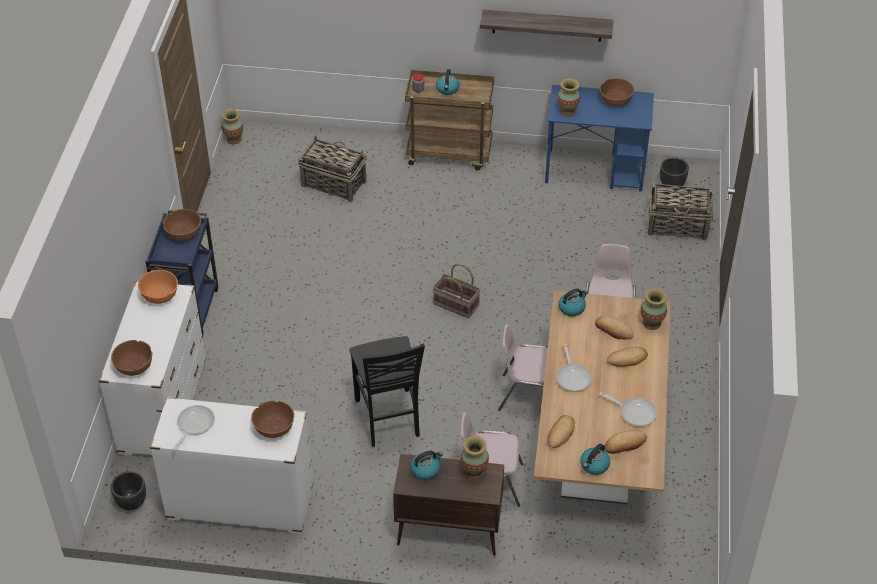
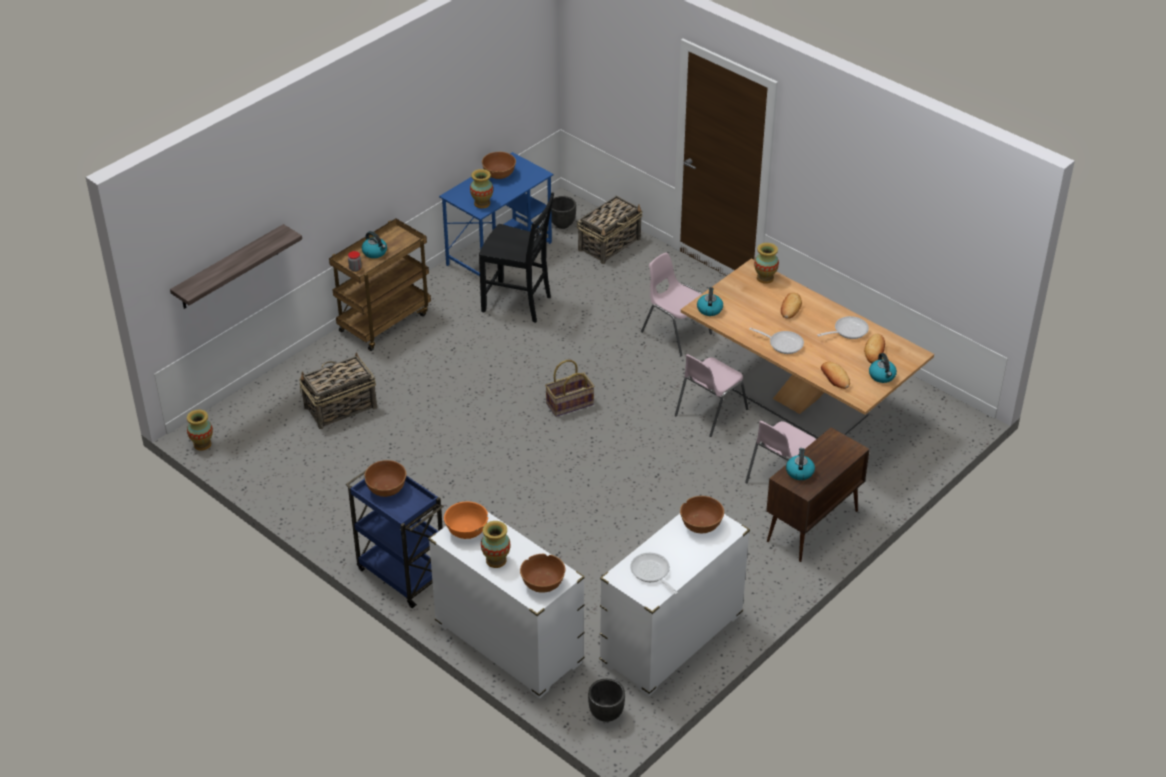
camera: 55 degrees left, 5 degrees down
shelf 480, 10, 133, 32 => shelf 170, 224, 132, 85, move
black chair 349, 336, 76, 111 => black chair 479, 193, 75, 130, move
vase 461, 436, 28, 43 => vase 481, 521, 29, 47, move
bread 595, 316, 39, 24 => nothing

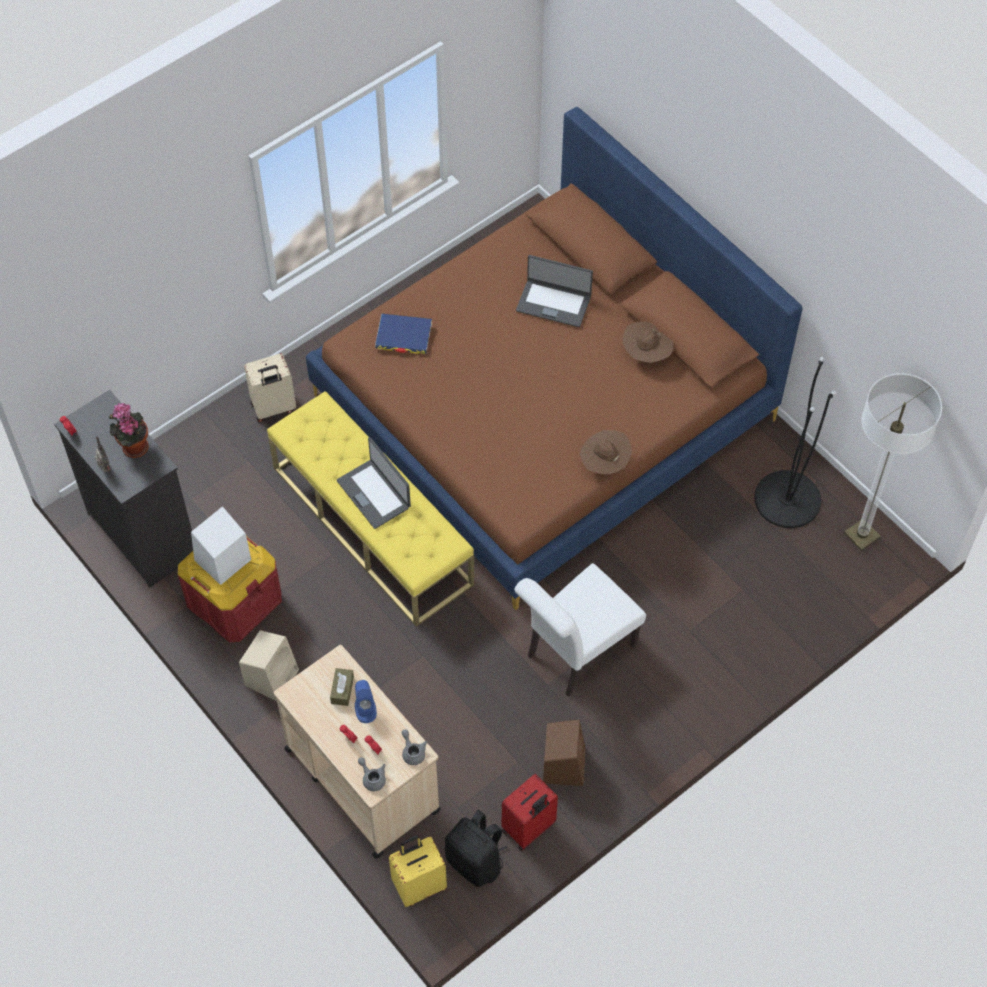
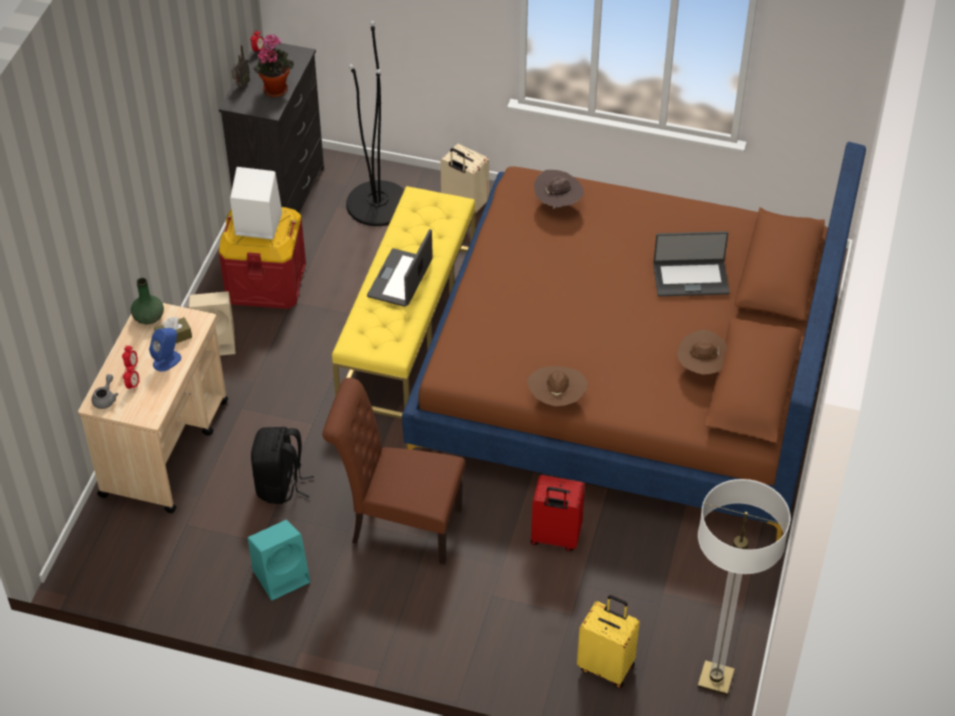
camera: 55 degrees right, 10 degrees down
nothing => green vase 131, 278, 33, 46
brown speaker 543, 720, 42, 66 => turquoise speaker 248, 520, 62, 81
black backpack 444, 810, 63, 77 => black backpack 251, 427, 63, 77, move
white chair 515, 563, 131, 134 => brown chair 322, 378, 143, 187
black floor lamp 754, 357, 83, 171 => black floor lamp 346, 21, 58, 205, move
red suitcase 502, 774, 56, 77 => red suitcase 530, 475, 55, 76, move
blue book 375, 313, 57, 41 => brown hat 534, 170, 50, 39
yellow suitcase 389, 835, 58, 72 => yellow suitcase 577, 595, 63, 93, move
laptop 516, 255, 77, 72 => laptop 653, 231, 77, 65, 75 degrees counterclockwise
grey teapot 402, 729, 25, 36 => nothing

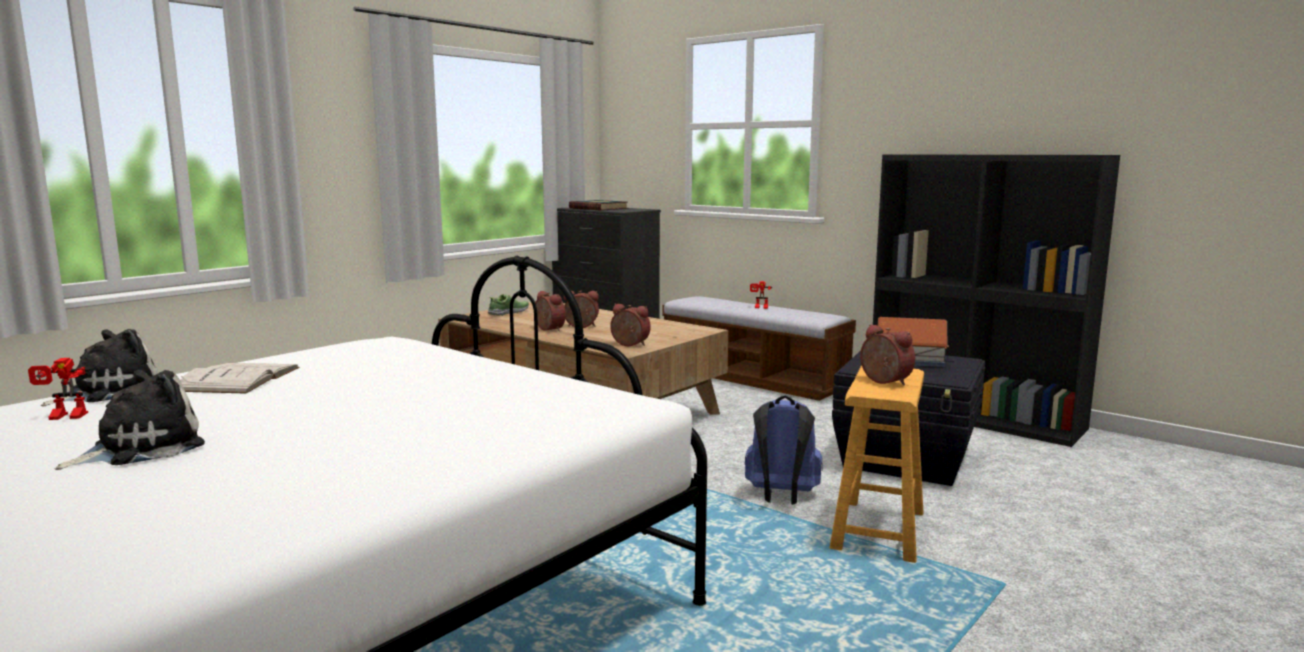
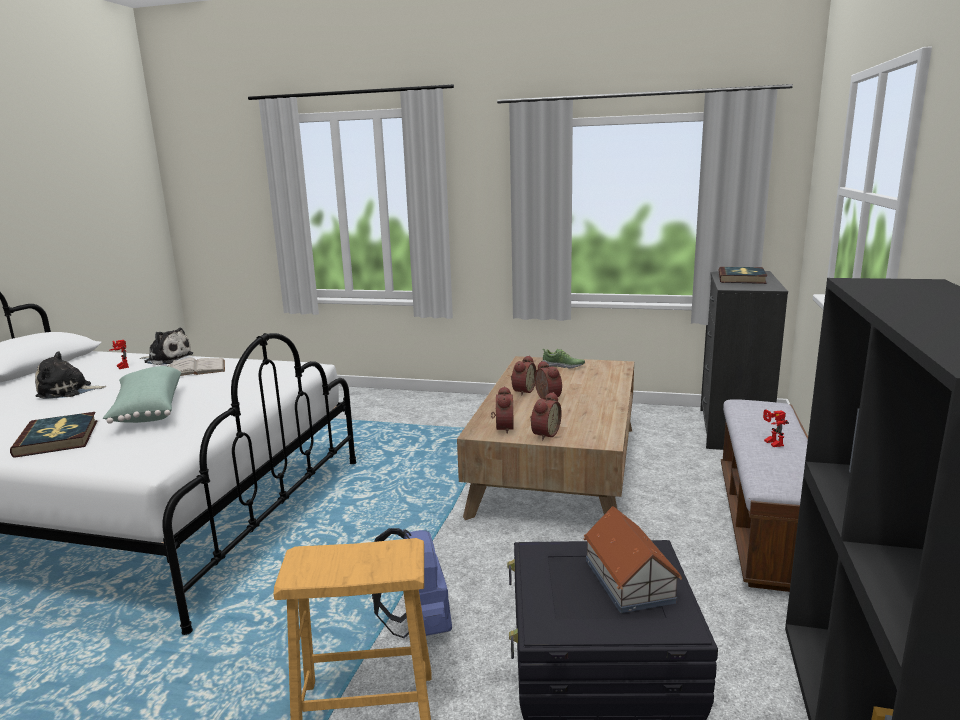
camera: 65 degrees right, 5 degrees up
nothing => book 10, 412, 87, 46
plush toy 54, 370, 151, 100 => plush toy 35, 351, 71, 48, 150 degrees clockwise
nothing => green pillow 103, 366, 78, 58
alarm clock 860, 324, 55, 62 => alarm clock 530, 392, 32, 49, move

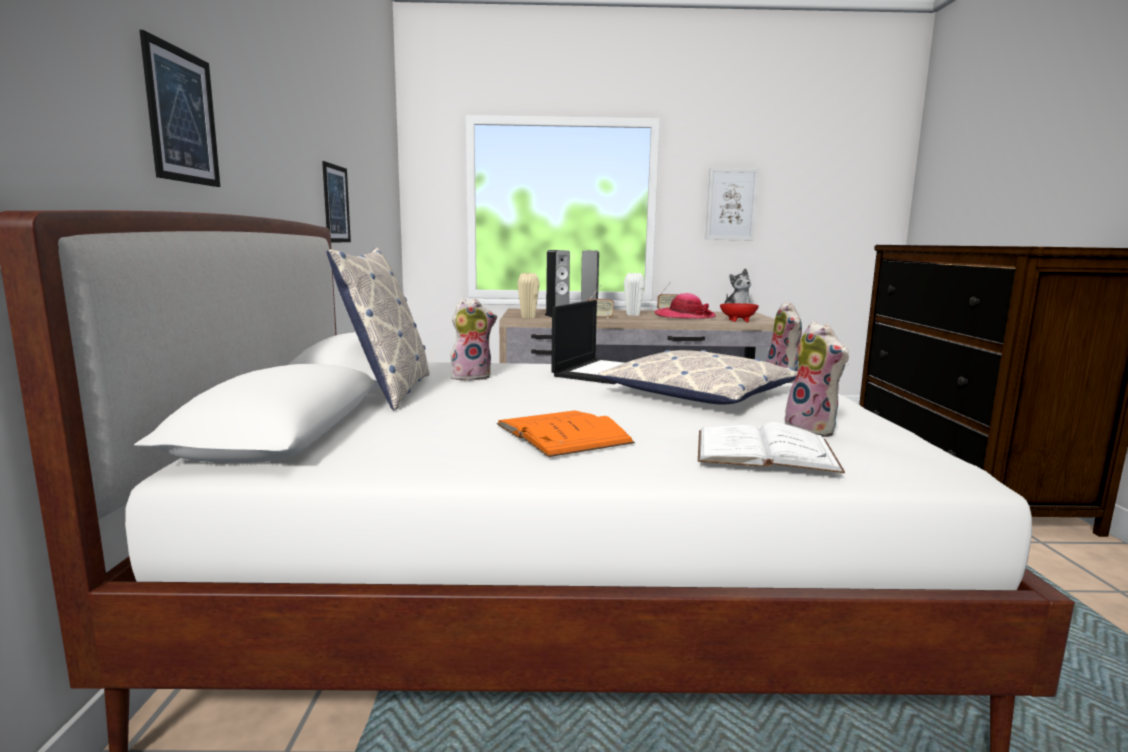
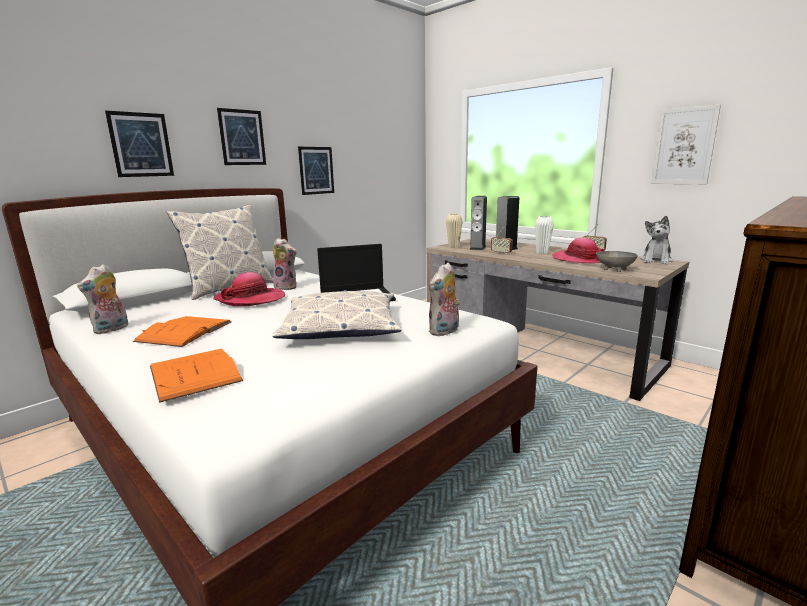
camera: 45 degrees right, 5 degrees up
plush toy 783, 321, 66, 116 => plush toy 77, 264, 51, 70, move
white book 698, 422, 147, 51 => orange book 150, 349, 93, 54
nothing => hat 213, 272, 72, 34
nothing => picture 217, 108, 49, 57
red bowl 720, 303, 39, 19 => grey bowl 596, 251, 42, 21

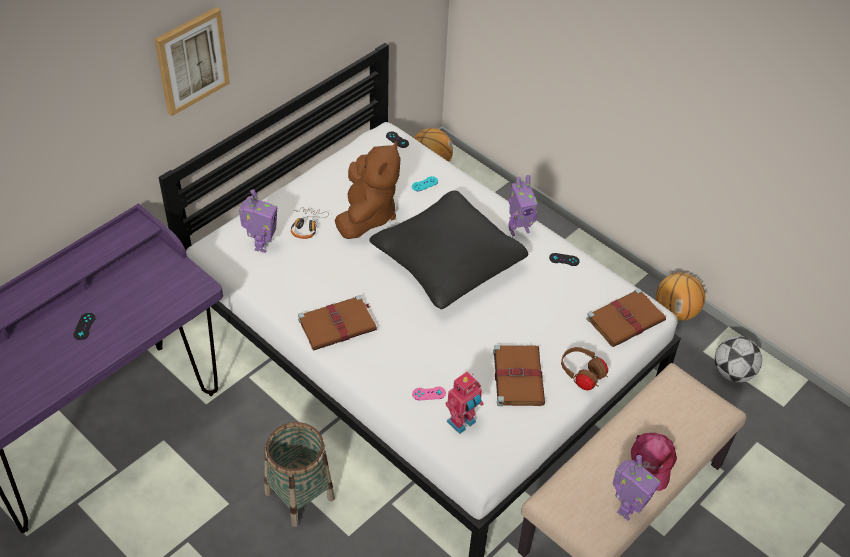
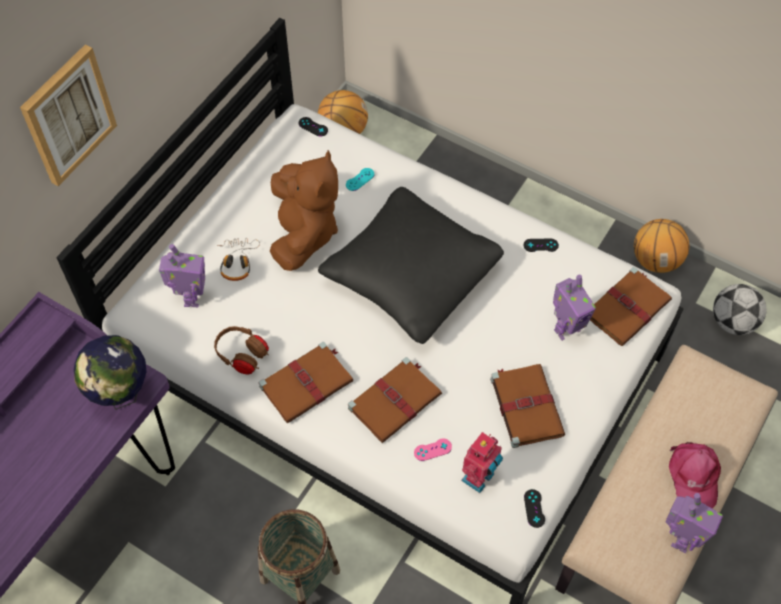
camera: 10 degrees left, 10 degrees up
nothing => globe 74, 335, 73, 75
brown headphones 561, 347, 47, 44 => brown headphones 214, 326, 55, 48, move
nothing => brown book 348, 357, 94, 86
black game controller 73, 313, 22, 27 => black game controller 524, 489, 21, 39, move
toy robot 508, 175, 29, 61 => toy robot 553, 275, 43, 65, move

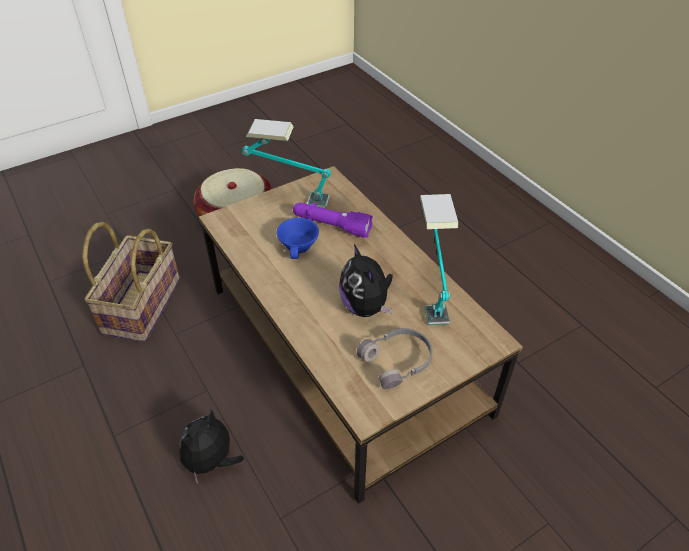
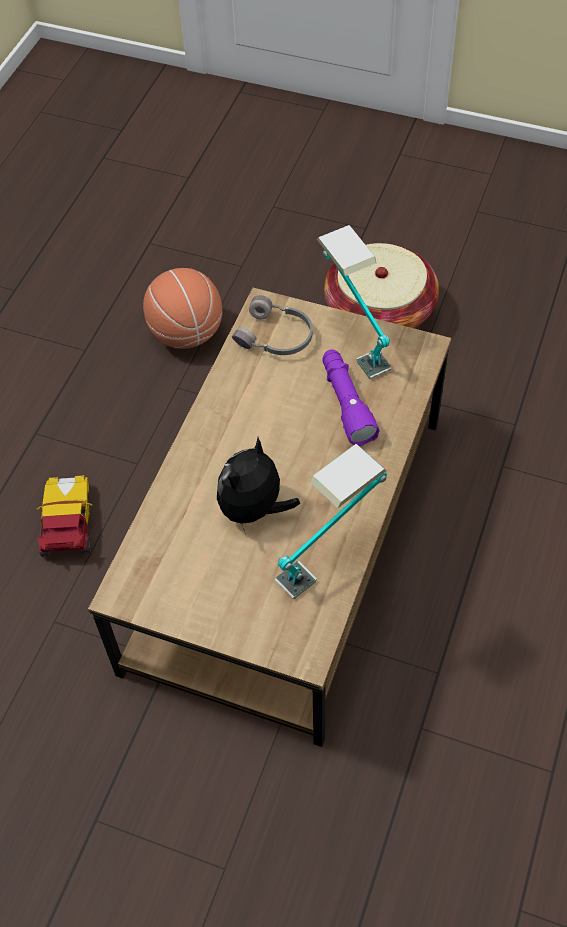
camera: 55 degrees right, 10 degrees up
plush toy 179, 409, 65, 74 => toy car 37, 475, 56, 81
basket 82, 222, 98, 120 => basketball 143, 268, 79, 81
grey headphones 357, 328, 76, 61 => grey headphones 232, 295, 81, 60, move
blue cup 276, 218, 43, 41 => nothing

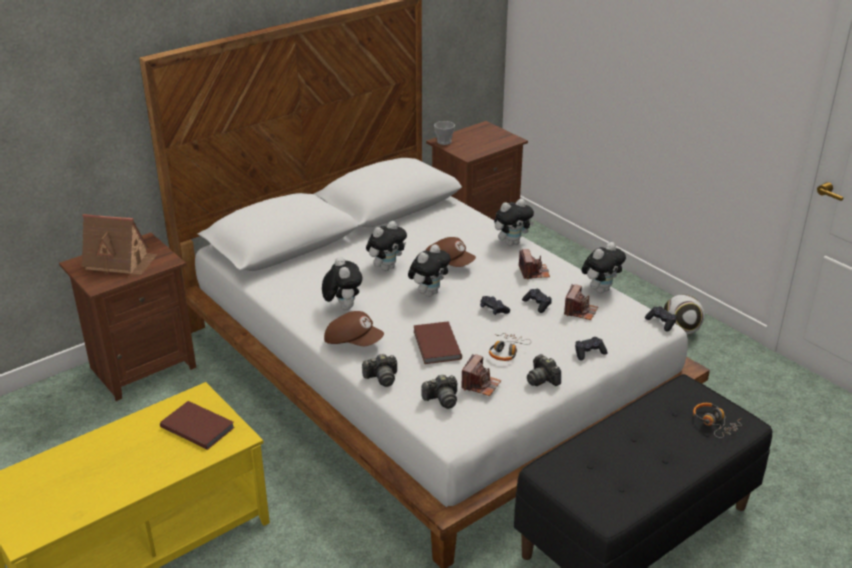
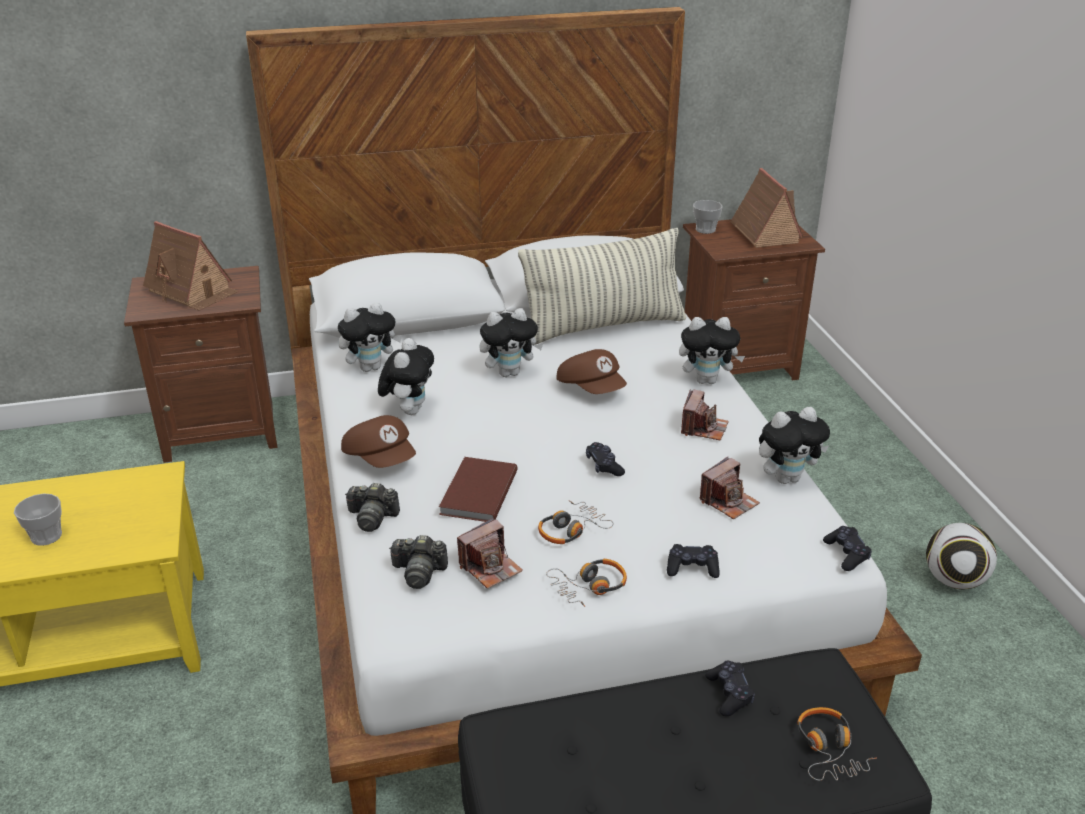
camera: 25 degrees right, 0 degrees up
nothing => cup 14, 494, 48, 52
plush toy 408, 244, 43, 53 => plush toy 338, 302, 64, 70, move
nothing => pillow 518, 228, 168, 117
photo camera 527, 354, 34, 32 => headphones 546, 559, 81, 48
black game controller 522, 289, 30, 24 => black game controller 705, 661, 50, 55, move
nothing => toy house 730, 168, 73, 80
brown book 160, 401, 75, 49 => nothing

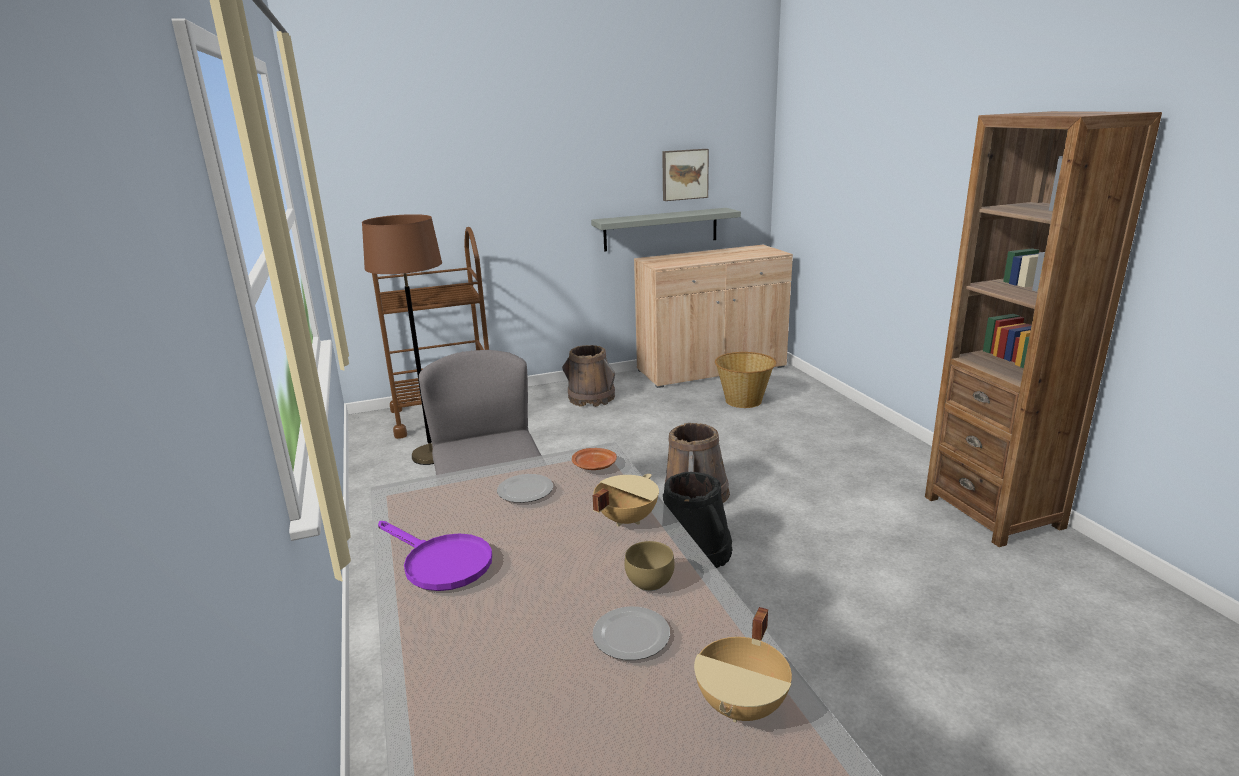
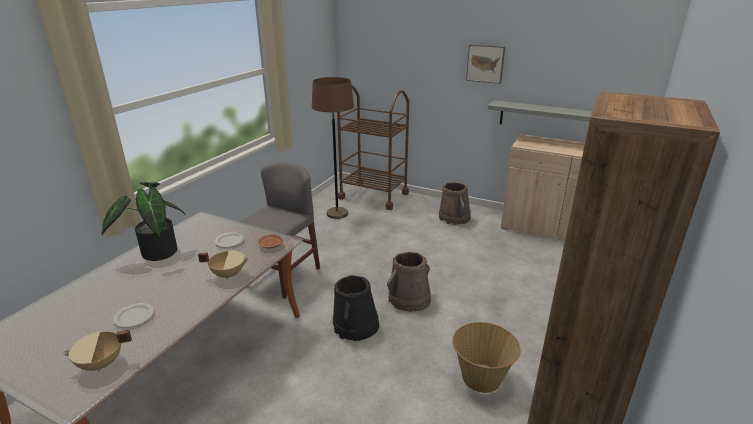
camera: 45 degrees right, 5 degrees up
purple frying pan 378, 521, 114, 70 => potted plant 102, 182, 84, 79
basket 715, 352, 61, 56 => basket 452, 322, 69, 71, move
picture 662, 149, 47, 52 => picture 466, 44, 39, 40, move
brown bowl 624, 541, 51, 50 => nothing

